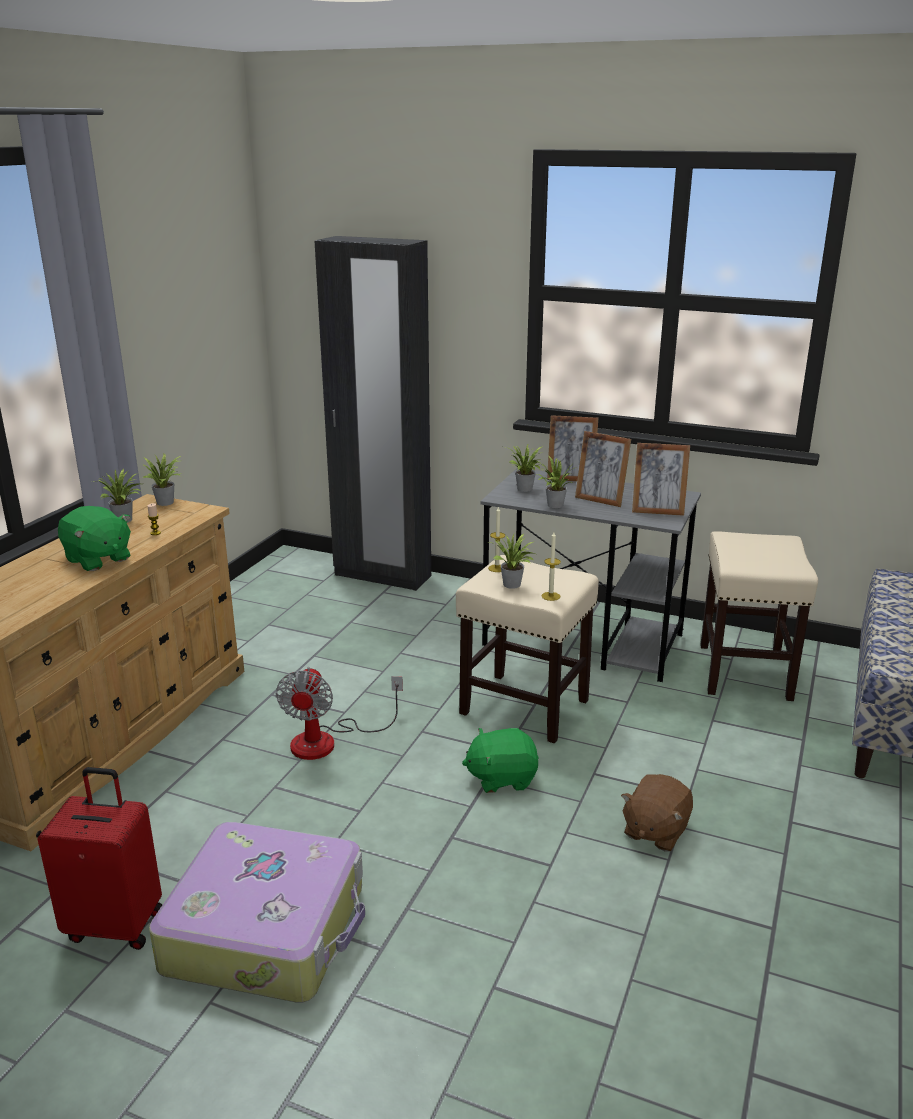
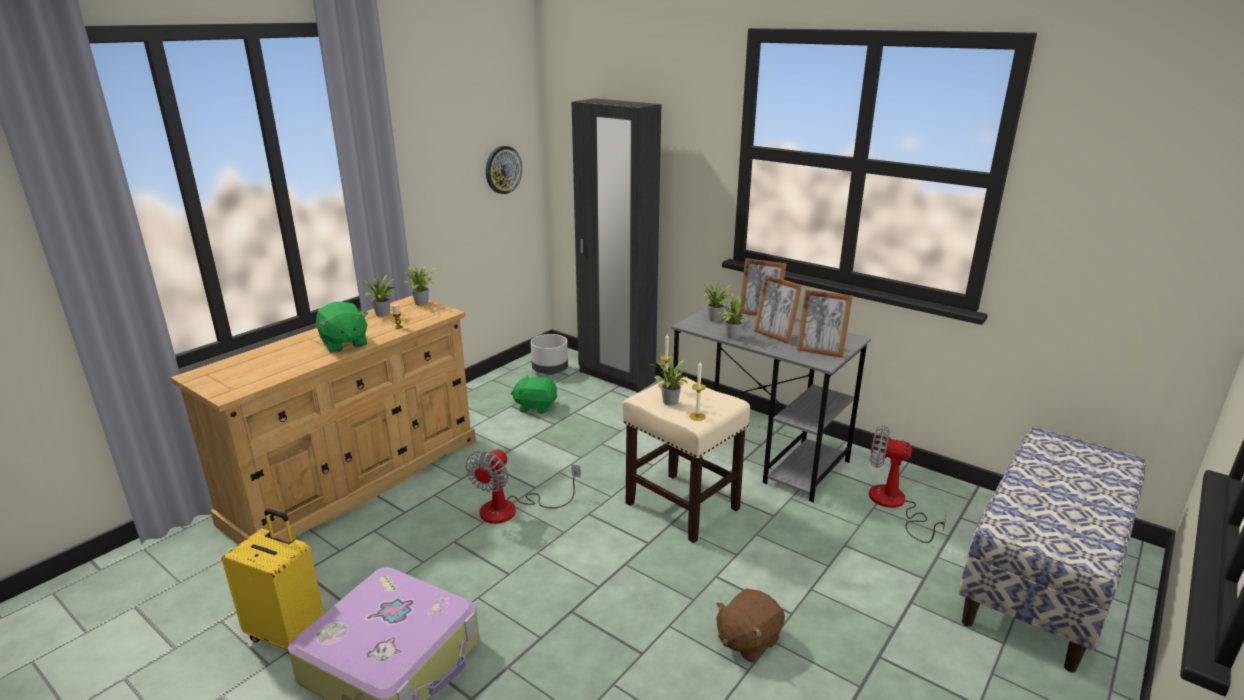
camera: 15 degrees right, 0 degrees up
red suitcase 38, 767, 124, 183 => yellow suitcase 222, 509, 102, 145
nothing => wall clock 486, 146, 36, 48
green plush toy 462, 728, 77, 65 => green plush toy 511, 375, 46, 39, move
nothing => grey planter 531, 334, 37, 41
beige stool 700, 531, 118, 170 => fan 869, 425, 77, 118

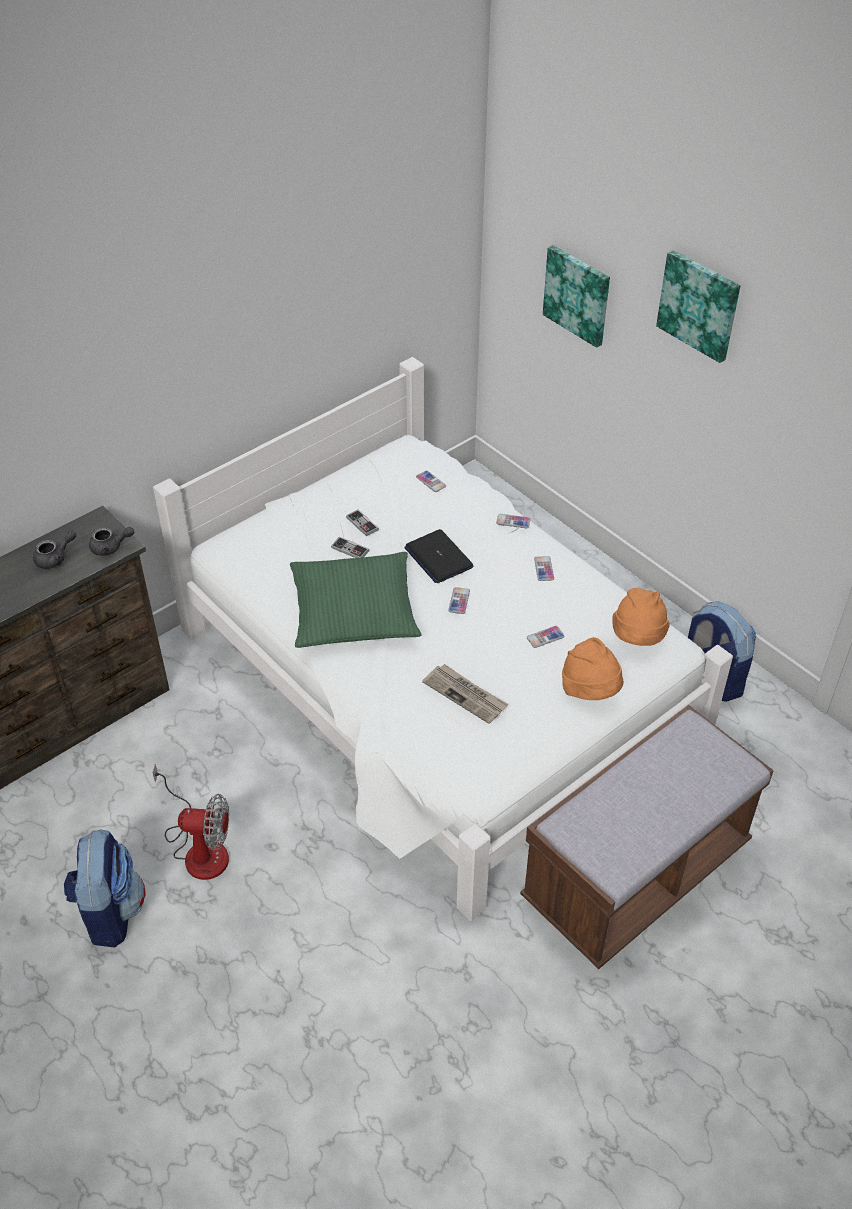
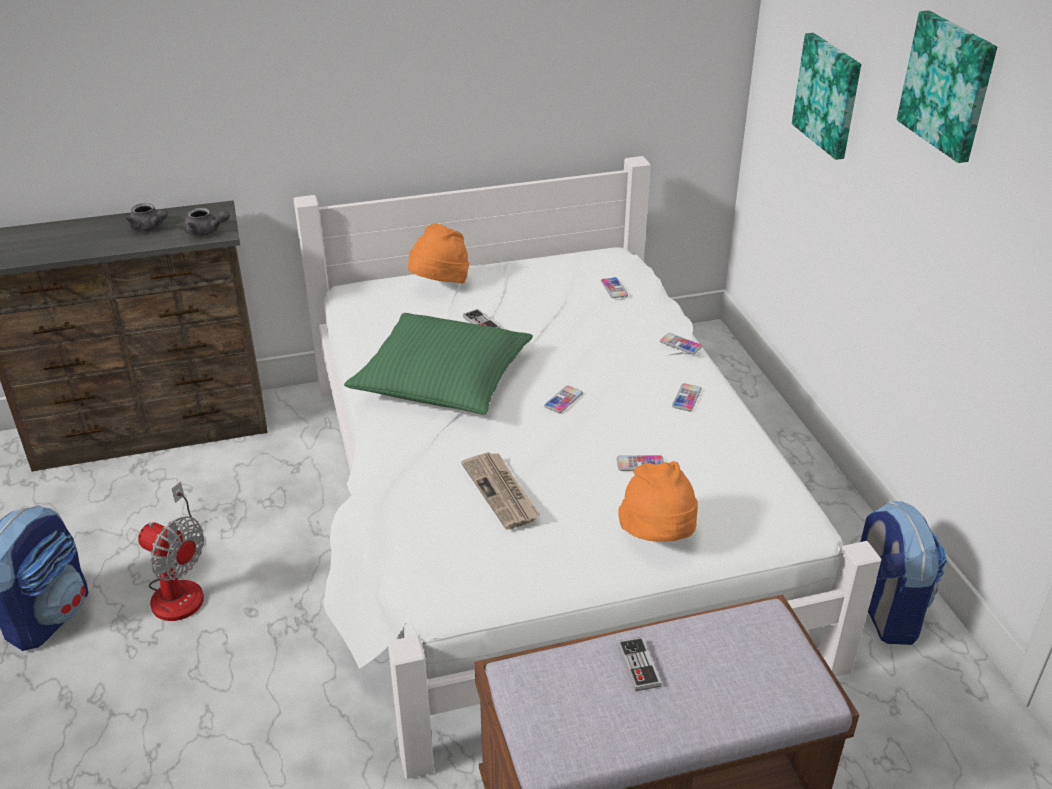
camera: 25 degrees right, 10 degrees down
grey teapot 33, 530, 43, 39 => grey teapot 126, 203, 42, 28, 45 degrees clockwise
orange hat 613, 588, 57, 58 => orange hat 408, 223, 61, 60, move
game controller 346, 509, 33, 27 => game controller 618, 637, 44, 54, move
laptop 404, 529, 70, 54 => nothing

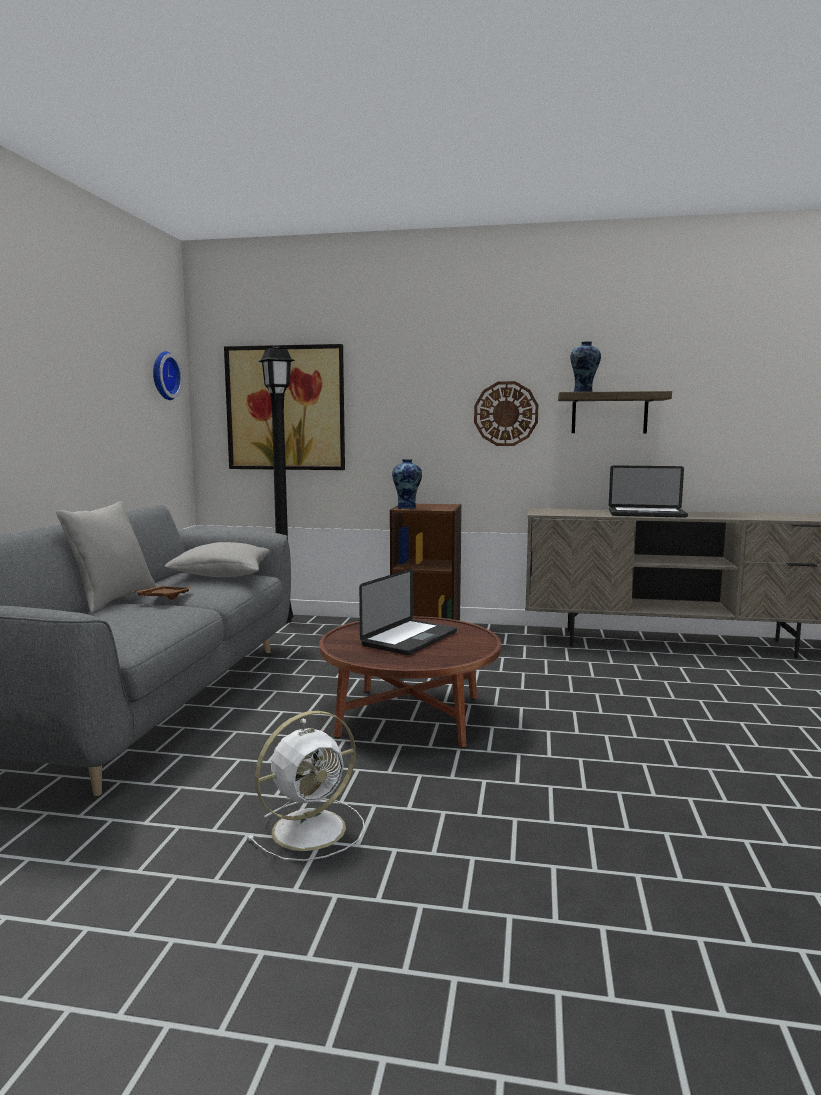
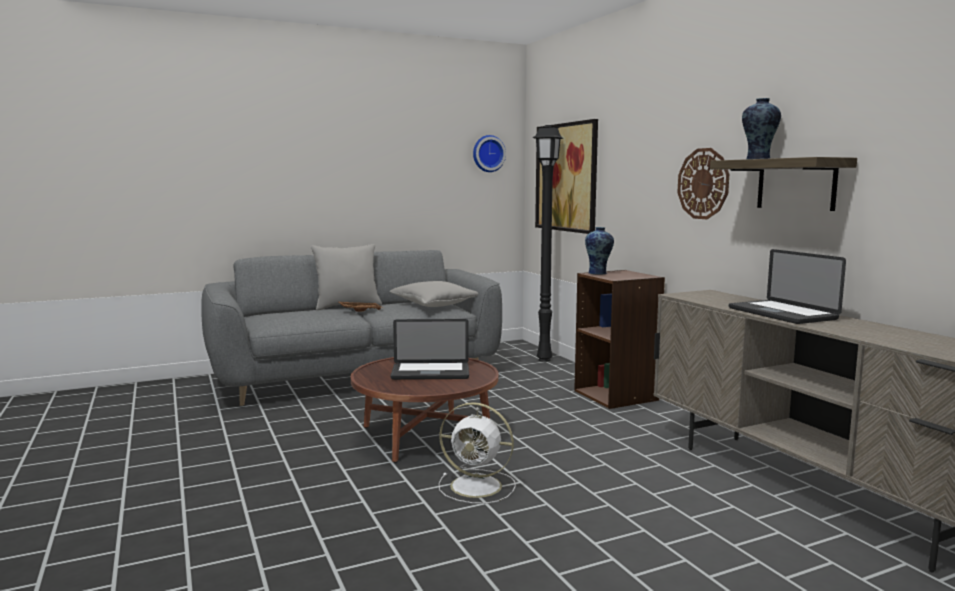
camera: 55 degrees right, 0 degrees up
white fan 247, 711, 118, 150 => white fan 439, 402, 77, 102, move

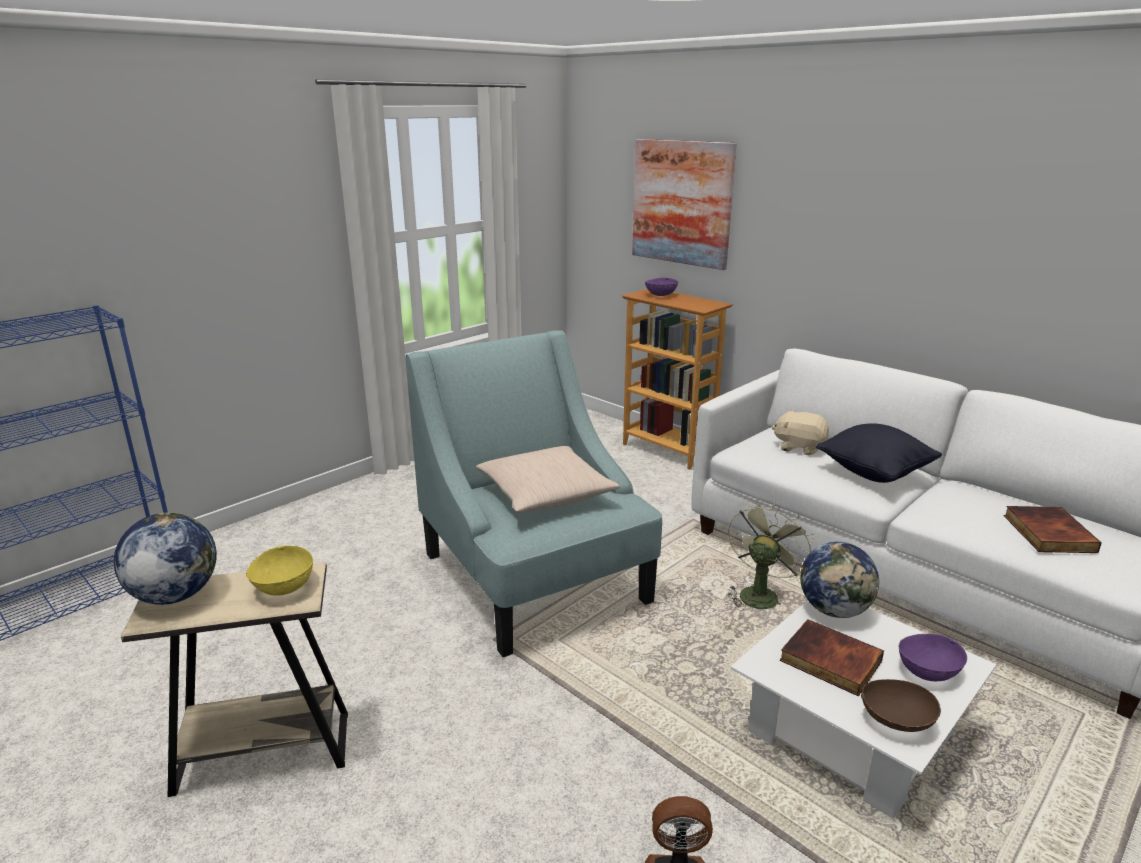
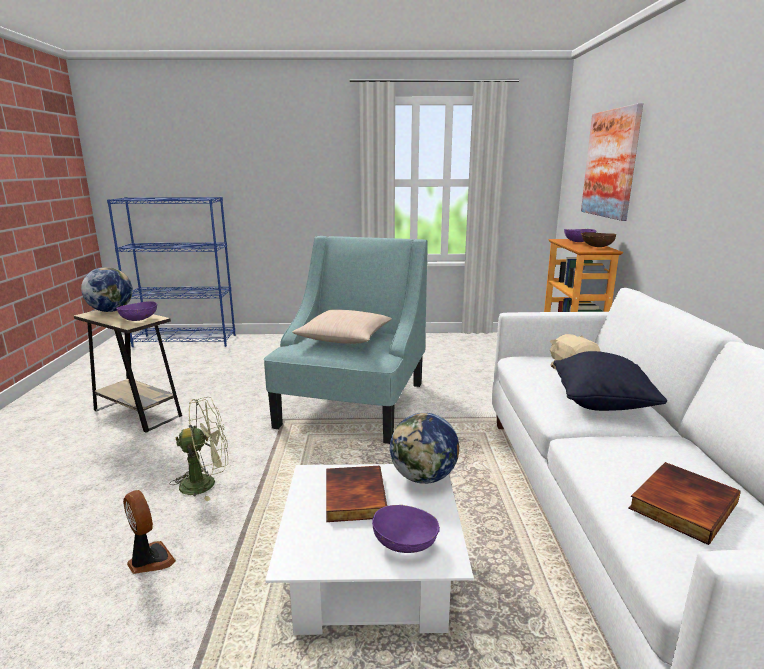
camera: 45 degrees right, 5 degrees down
yellow bowl 246, 545, 67, 51 => purple bowl 116, 301, 41, 20
green fan 727, 501, 87, 110 => green fan 169, 397, 59, 104, move
brown bowl 861, 679, 80, 53 => brown bowl 581, 232, 35, 15, move

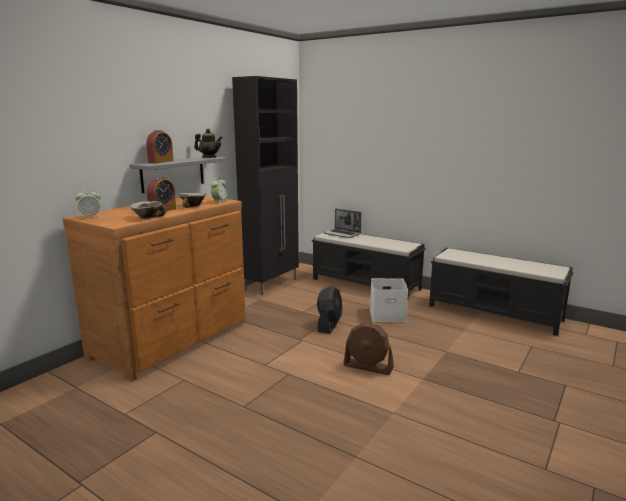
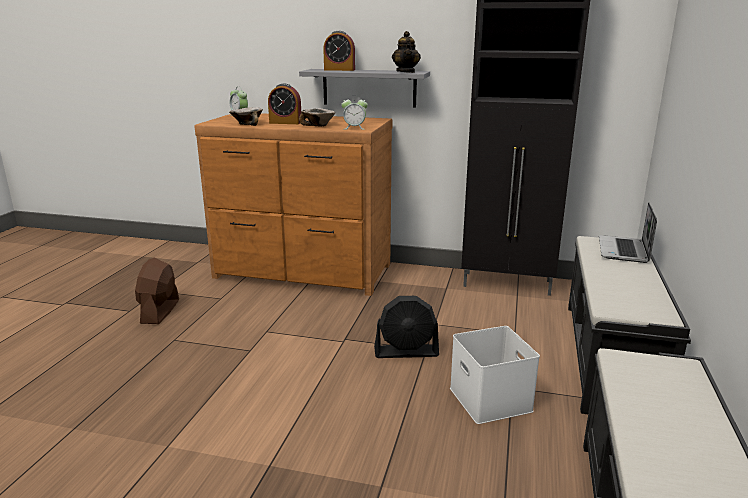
camera: 70 degrees right, 5 degrees up
brown fan 343, 323, 51, 52 => brown fan 135, 258, 44, 66, move

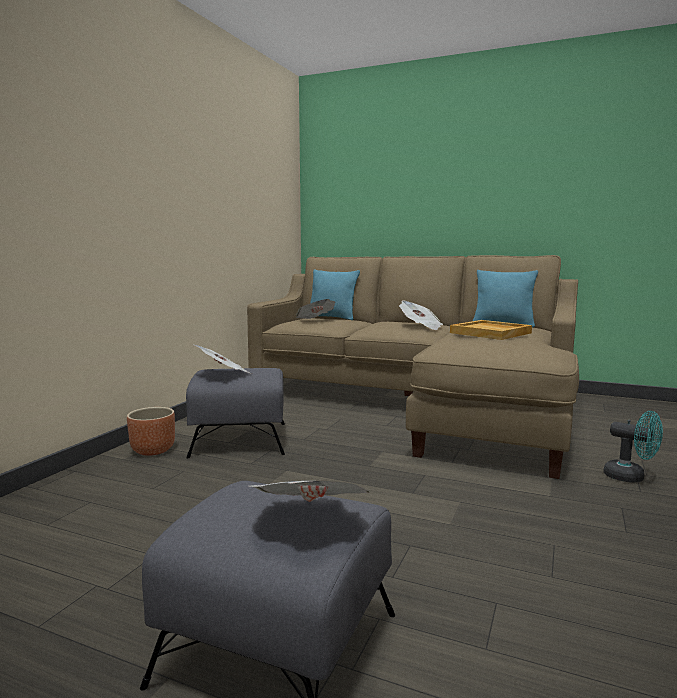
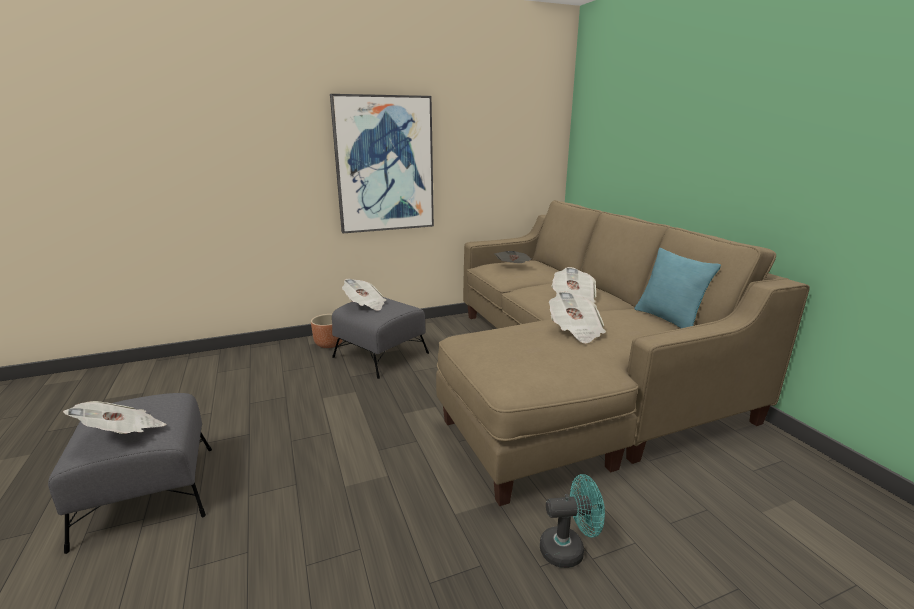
camera: 45 degrees right, 10 degrees up
nothing => picture 330, 94, 104, 139
turquoise fan 603, 411, 60, 72 => turquoise fan 540, 474, 65, 94, 90 degrees counterclockwise
beige tray 450, 320, 82, 20 => newspaper 549, 291, 57, 53
turquoise pillow 310, 270, 50, 50 => nothing

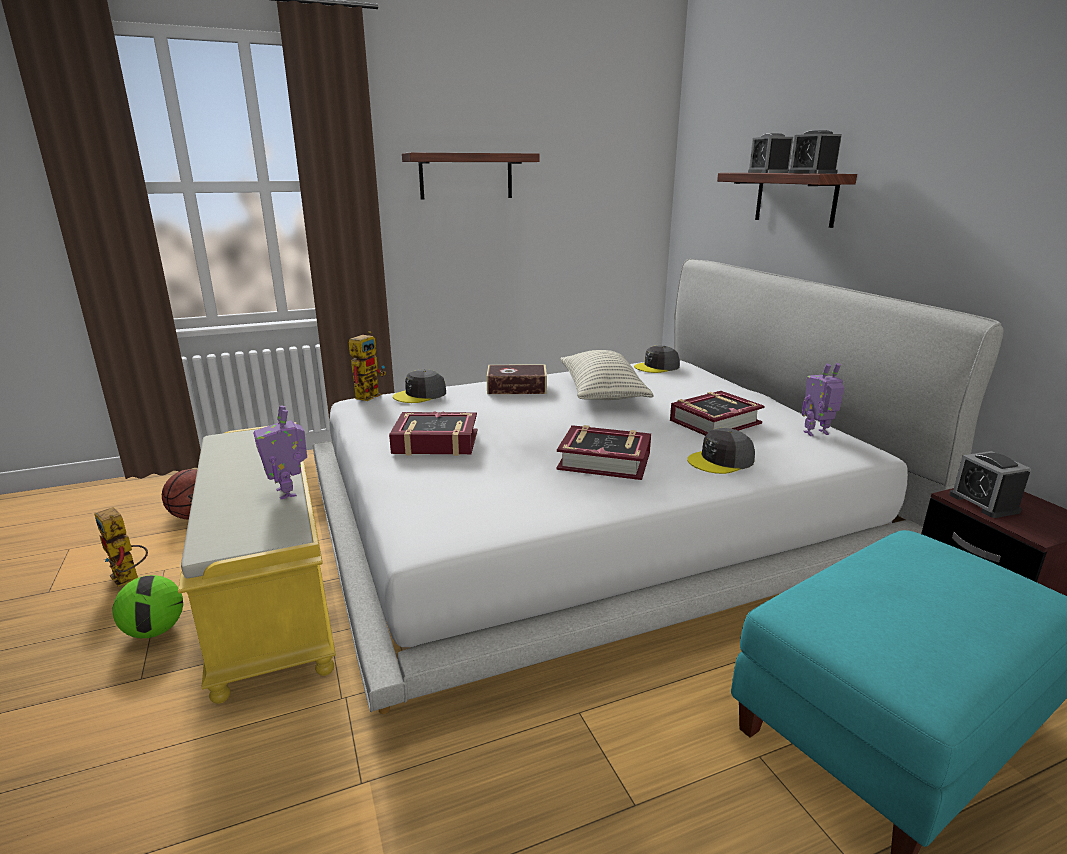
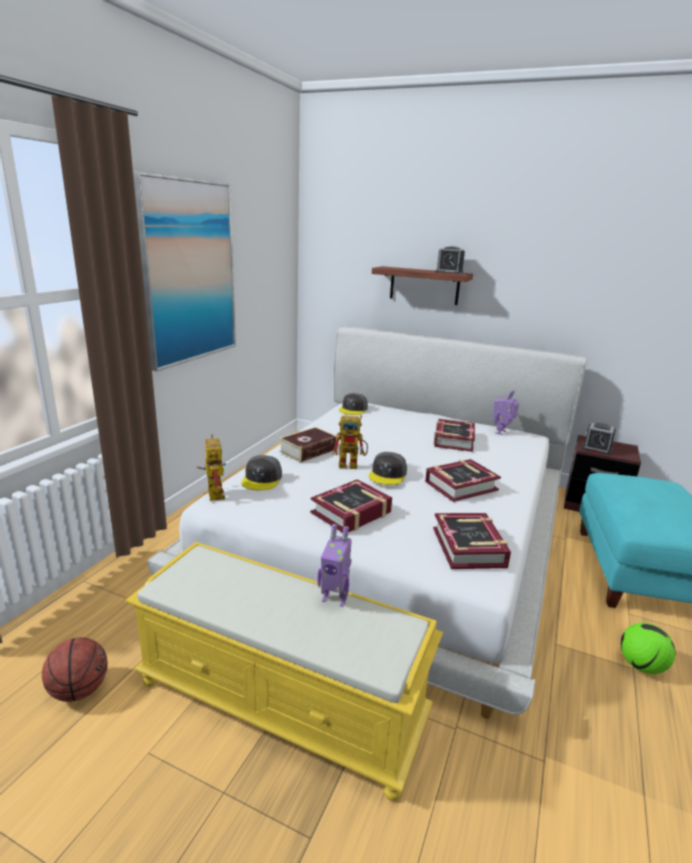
camera: 45 degrees left, 0 degrees up
shelf 402, 153, 137, 46 => picture 133, 172, 103, 199
toy robot 94, 507, 54, 80 => toy robot 333, 415, 35, 54, move
grey cap 687, 428, 68, 46 => grey cap 369, 452, 38, 33, move
nothing => book 433, 513, 78, 56
football 112, 575, 71, 63 => football 621, 623, 54, 51, move
pillow 560, 350, 94, 50 => nothing
alarm clock 748, 133, 45, 40 => nothing

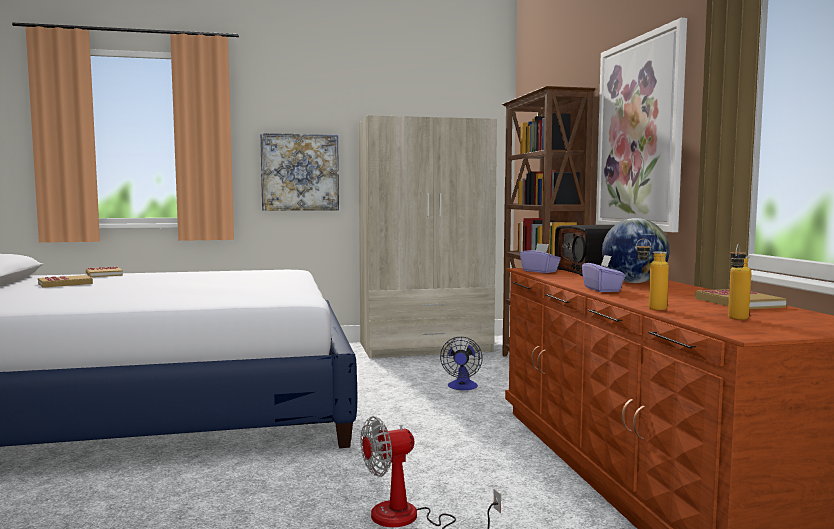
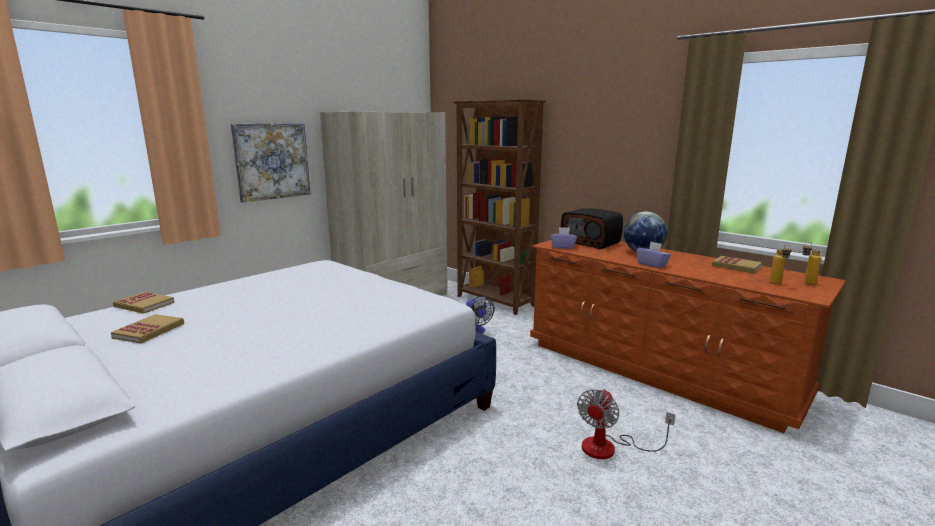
camera: 35 degrees left, 10 degrees up
bottle 636, 239, 33, 72 => bottle 803, 242, 18, 43, move
picture 596, 18, 91, 214 => nothing

